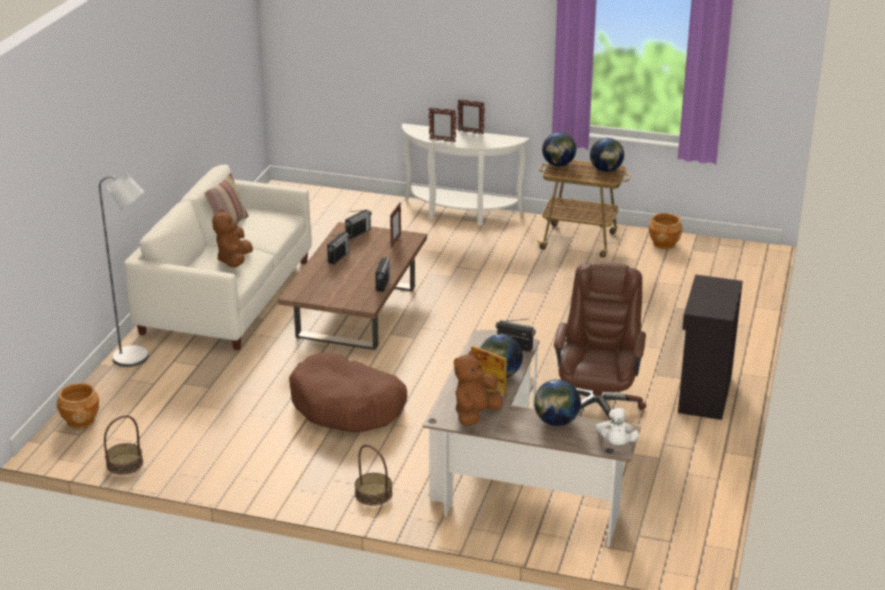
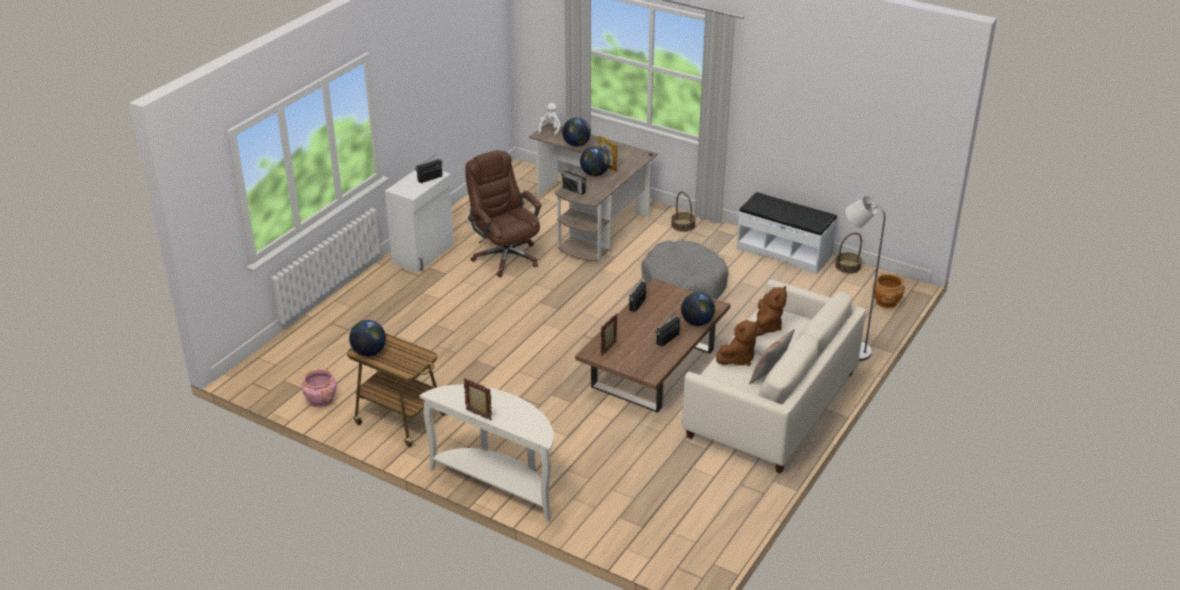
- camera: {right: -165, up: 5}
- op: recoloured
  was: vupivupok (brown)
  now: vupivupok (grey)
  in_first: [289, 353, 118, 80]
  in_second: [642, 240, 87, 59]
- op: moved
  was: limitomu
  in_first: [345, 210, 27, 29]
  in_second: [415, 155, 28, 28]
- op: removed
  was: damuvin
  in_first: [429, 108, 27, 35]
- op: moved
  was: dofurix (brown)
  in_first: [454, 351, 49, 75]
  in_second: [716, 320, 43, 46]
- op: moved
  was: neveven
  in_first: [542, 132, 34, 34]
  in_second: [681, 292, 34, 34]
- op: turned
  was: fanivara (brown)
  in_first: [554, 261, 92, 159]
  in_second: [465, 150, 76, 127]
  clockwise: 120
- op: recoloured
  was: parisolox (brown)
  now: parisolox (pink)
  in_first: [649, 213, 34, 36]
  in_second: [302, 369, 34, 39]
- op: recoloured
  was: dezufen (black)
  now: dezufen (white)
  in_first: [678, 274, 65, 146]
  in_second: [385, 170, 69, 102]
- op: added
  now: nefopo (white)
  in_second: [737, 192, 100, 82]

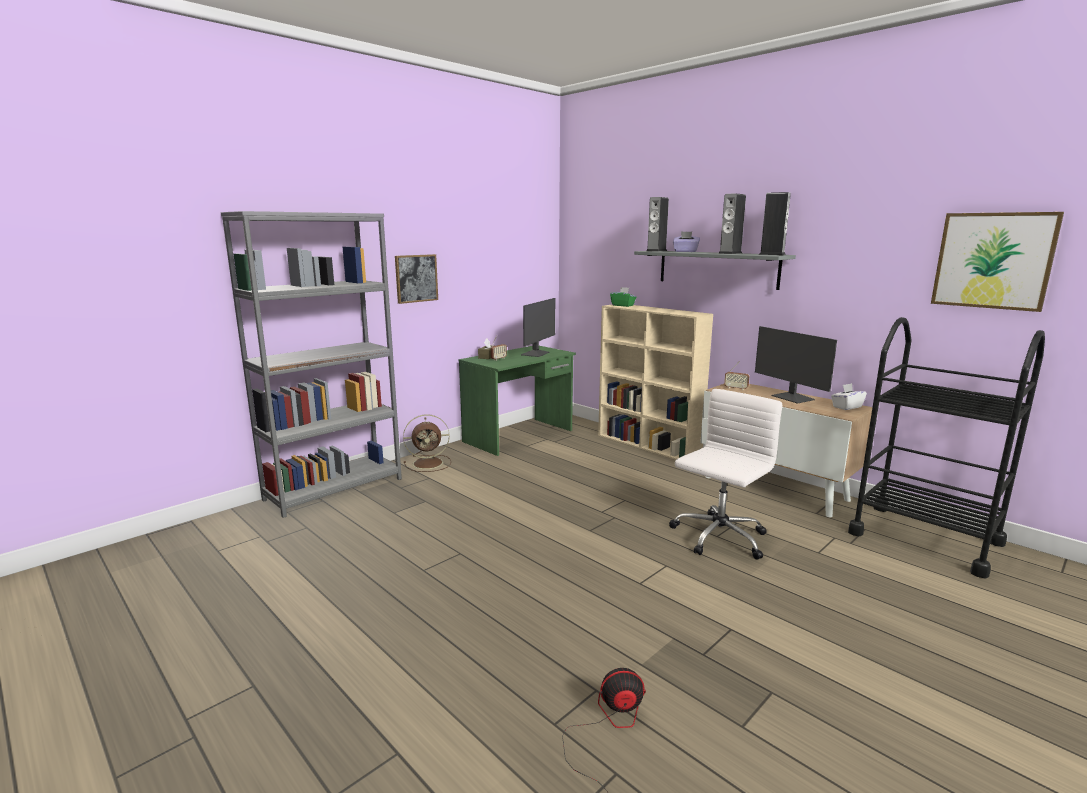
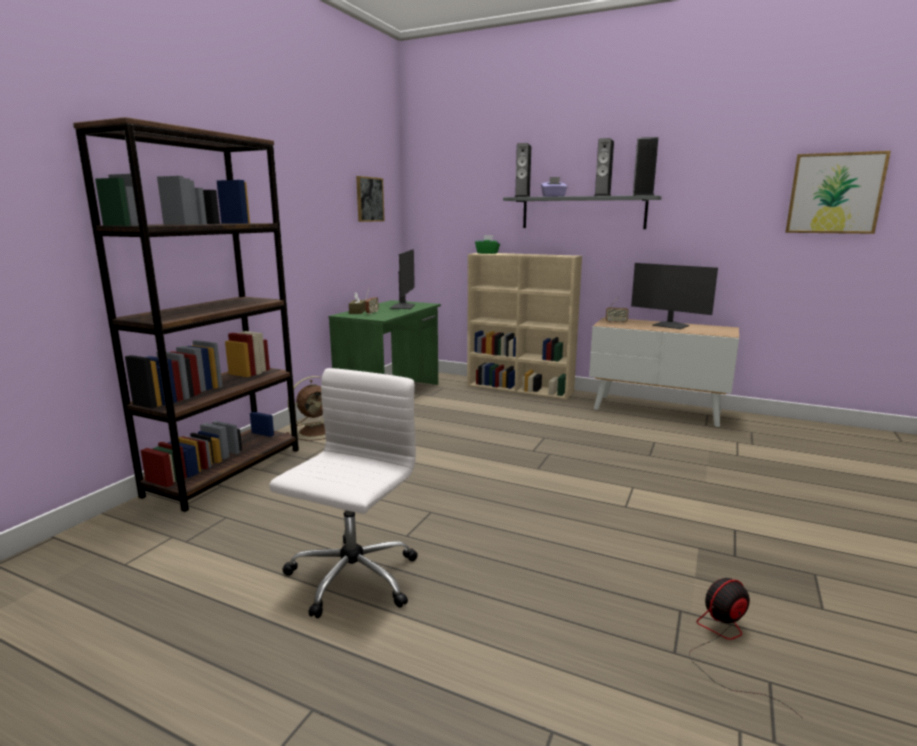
- camera: {right: -20, up: 0}
- op: recoloured
  was: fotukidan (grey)
  now: fotukidan (brown)
  in_first: [221, 211, 181, 307]
  in_second: [73, 117, 226, 395]
- op: moved
  was: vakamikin
  in_first: [395, 254, 43, 50]
  in_second: [356, 176, 29, 46]
- op: moved
  was: fanivara (white)
  in_first: [669, 389, 113, 171]
  in_second: [269, 368, 149, 250]
- op: removed
  was: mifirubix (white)
  in_first: [831, 383, 36, 27]
- op: removed
  was: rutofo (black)
  in_first: [848, 317, 197, 262]

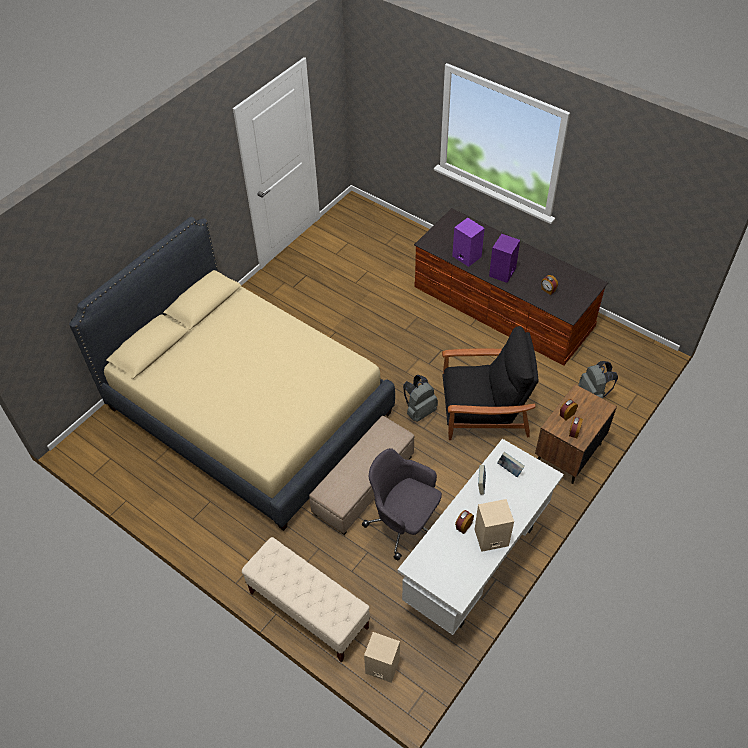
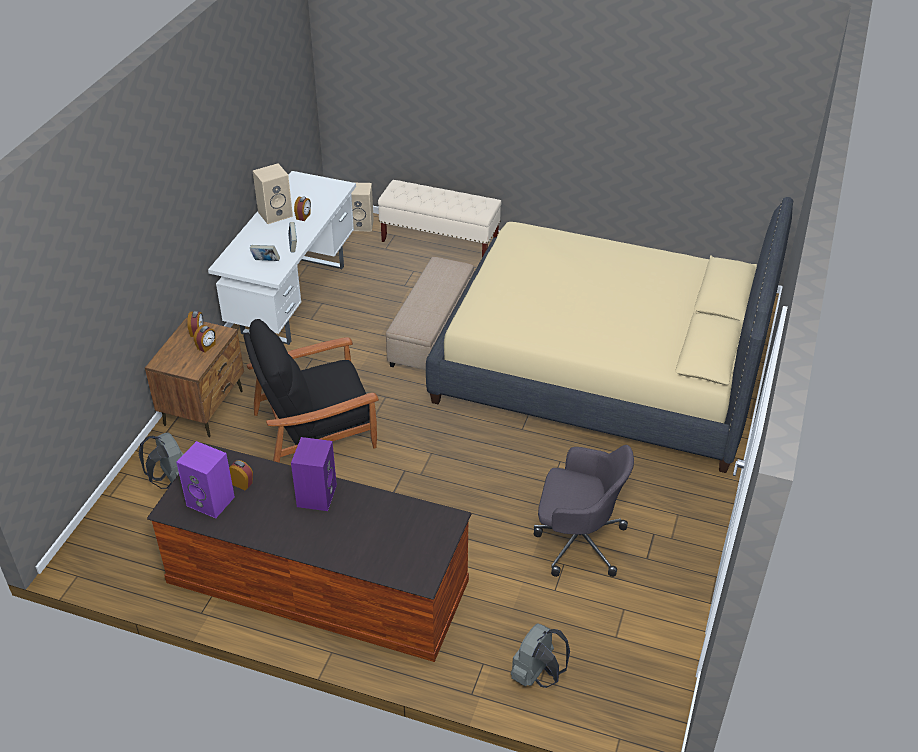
- camera: {right: 160, up: -10}
- op: moved
  was: fanivara (grey)
  in_first: [362, 448, 80, 112]
  in_second: [534, 445, 100, 132]
- op: moved
  was: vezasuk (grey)
  in_first: [403, 375, 35, 47]
  in_second: [511, 624, 59, 64]
- op: moved
  was: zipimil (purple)
  in_first: [452, 218, 33, 49]
  in_second: [176, 441, 59, 77]

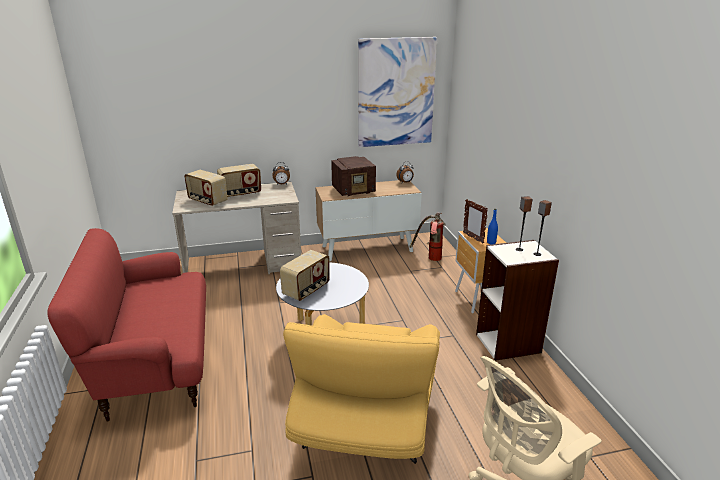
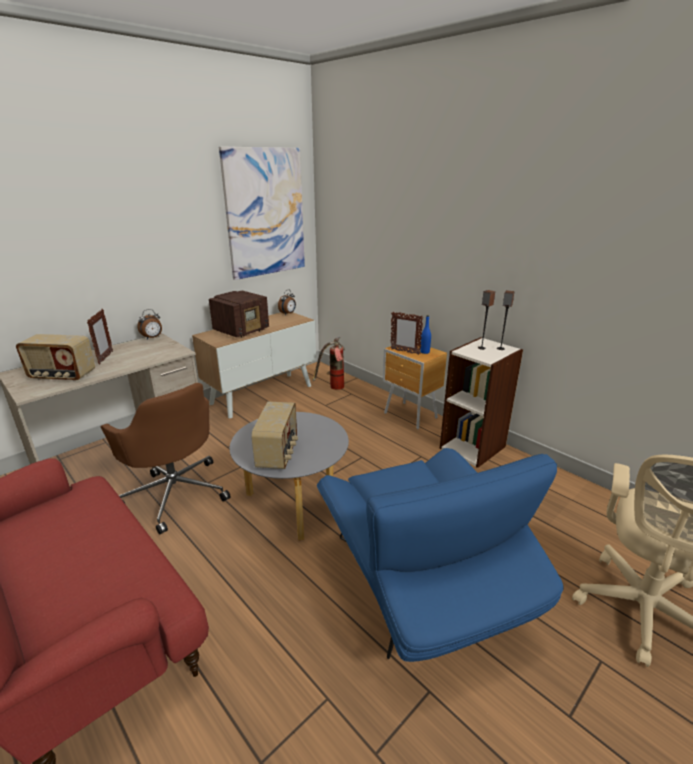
- camera: {right: -30, up: 0}
- op: replaced
  was: limitomu
  now: damuvin
  in_first: [217, 164, 44, 34]
  in_second: [87, 309, 26, 55]
- op: recoloured
  was: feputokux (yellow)
  now: feputokux (blue)
  in_first: [283, 314, 157, 150]
  in_second: [317, 448, 247, 214]
- op: added
  now: fanivara (brown)
  in_second: [100, 383, 131, 152]

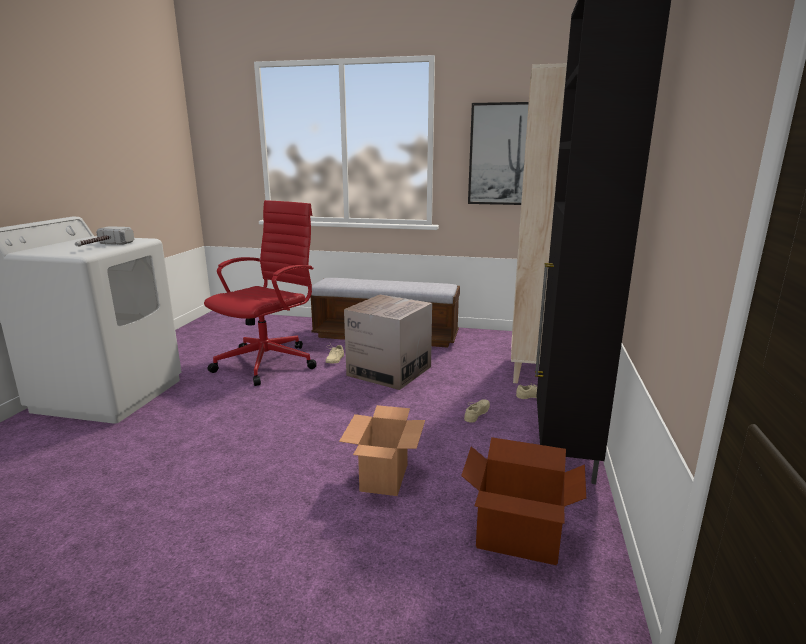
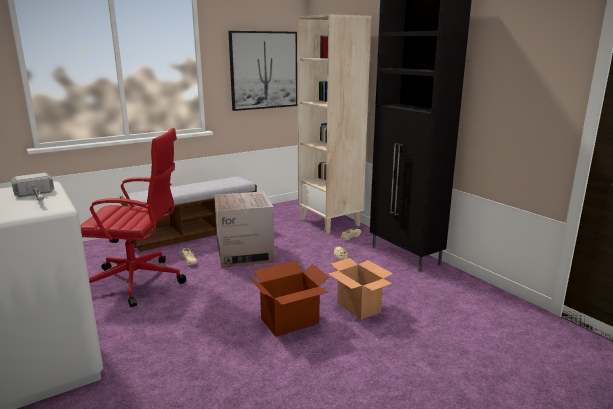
- camera: {right: -45, up: 0}
- op: turned
  was: fanivara (red)
  in_first: [204, 200, 113, 186]
  in_second: [80, 128, 106, 179]
  clockwise: 105
- op: moved
  was: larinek
  in_first: [461, 437, 125, 128]
  in_second: [250, 261, 79, 76]

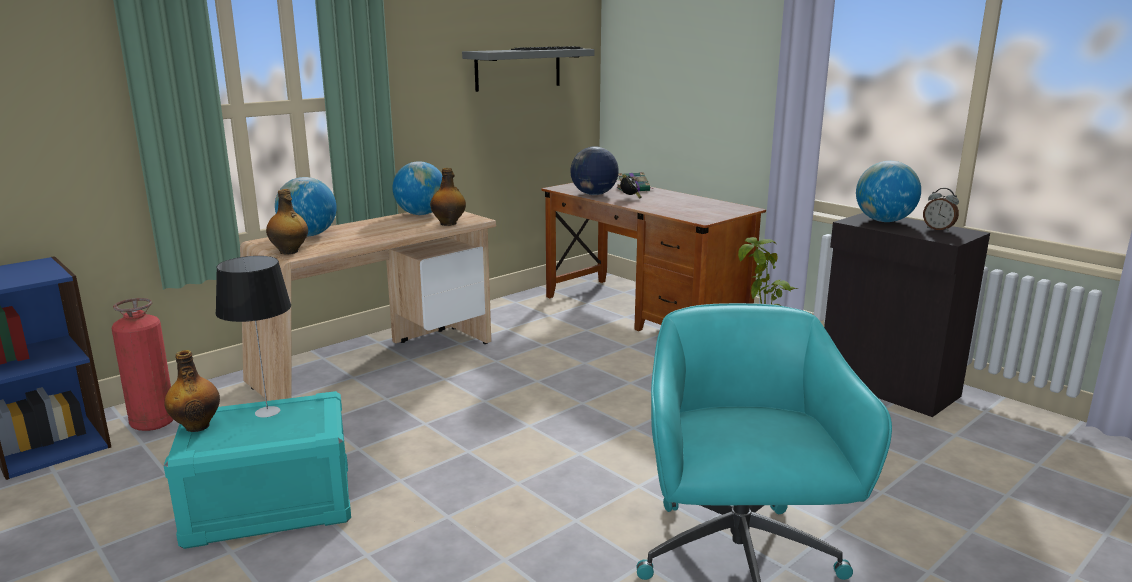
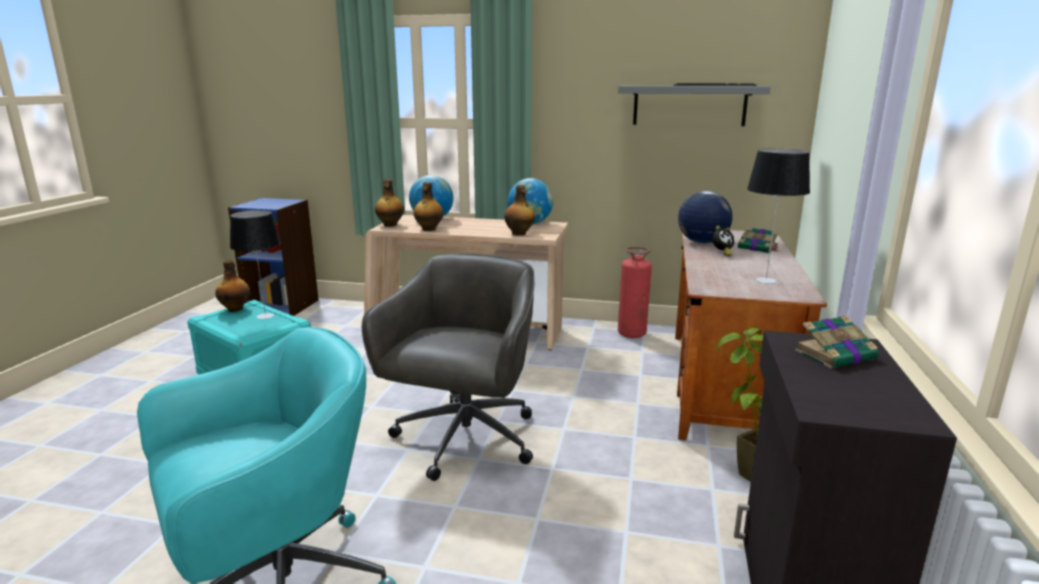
- camera: {right: 55, up: 0}
- op: moved
  was: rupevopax
  in_first: [111, 298, 63, 133]
  in_second: [618, 247, 34, 91]
- op: replaced
  was: neveven
  now: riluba
  in_first: [856, 161, 65, 61]
  in_second: [795, 315, 84, 53]
- op: removed
  was: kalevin
  in_first: [923, 188, 36, 44]
- op: added
  now: fanivara (grey)
  in_second: [362, 253, 172, 228]
- op: added
  now: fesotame
  in_second: [414, 182, 29, 49]
- op: added
  now: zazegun
  in_second: [747, 148, 63, 136]

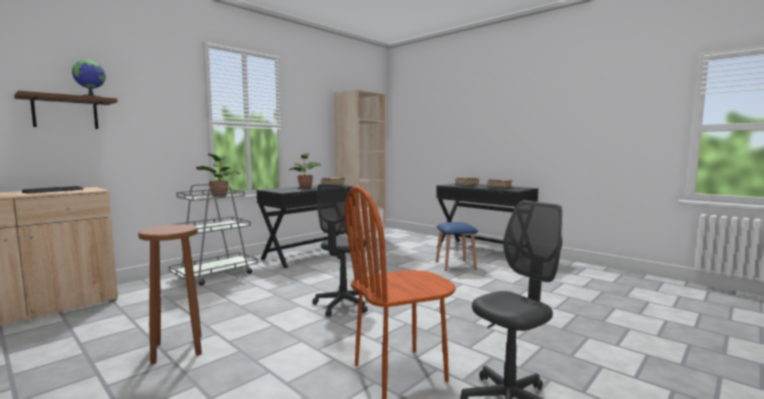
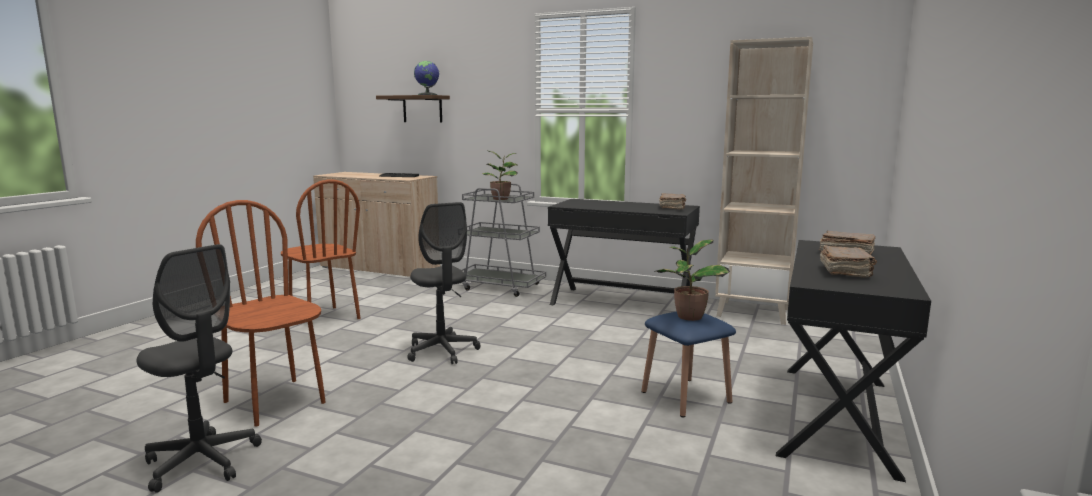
- camera: {right: 70, up: 5}
- op: replaced
  was: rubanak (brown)
  now: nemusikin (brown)
  in_first: [138, 224, 64, 140]
  in_second: [281, 179, 80, 140]
- op: moved
  was: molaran
  in_first: [289, 153, 32, 35]
  in_second: [656, 240, 74, 81]
- op: turned
  was: fanivara (grey)
  in_first: [312, 184, 56, 133]
  in_second: [407, 202, 74, 162]
  clockwise: -120

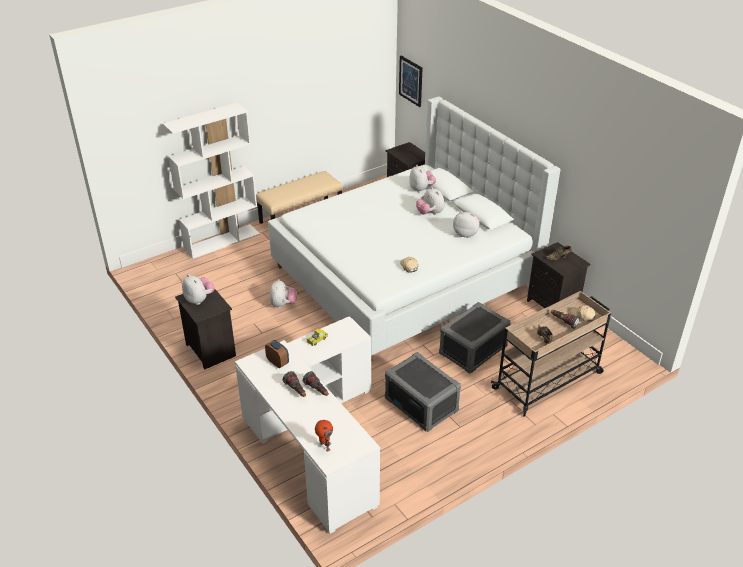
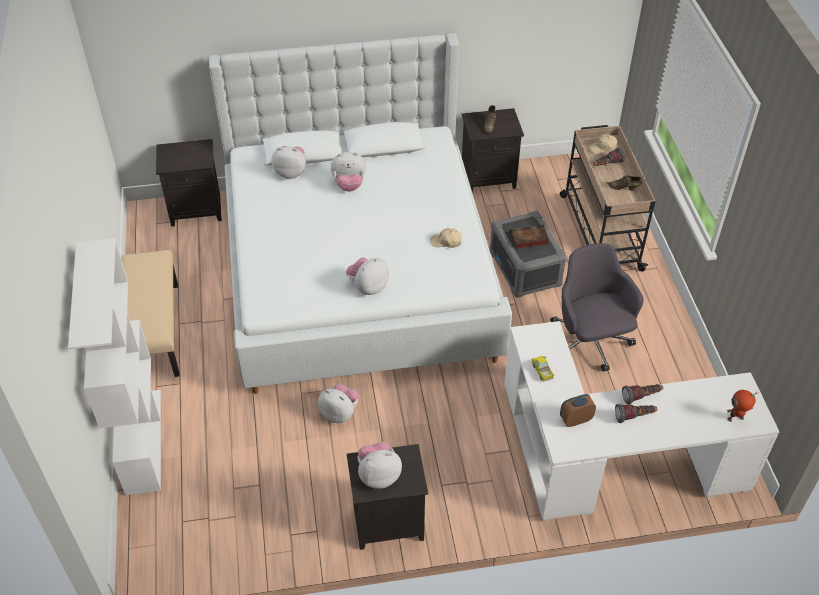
- camera: {right: -65, up: 10}
- op: replaced
  was: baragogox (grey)
  now: fanivara (grey)
  in_first: [385, 352, 76, 80]
  in_second: [550, 243, 94, 129]
- op: removed
  was: vakamikin
  in_first: [399, 56, 24, 51]
- op: moved
  was: dofurix
  in_first: [453, 212, 27, 26]
  in_second: [346, 257, 43, 38]
- op: added
  now: riluba
  in_second: [510, 225, 39, 24]

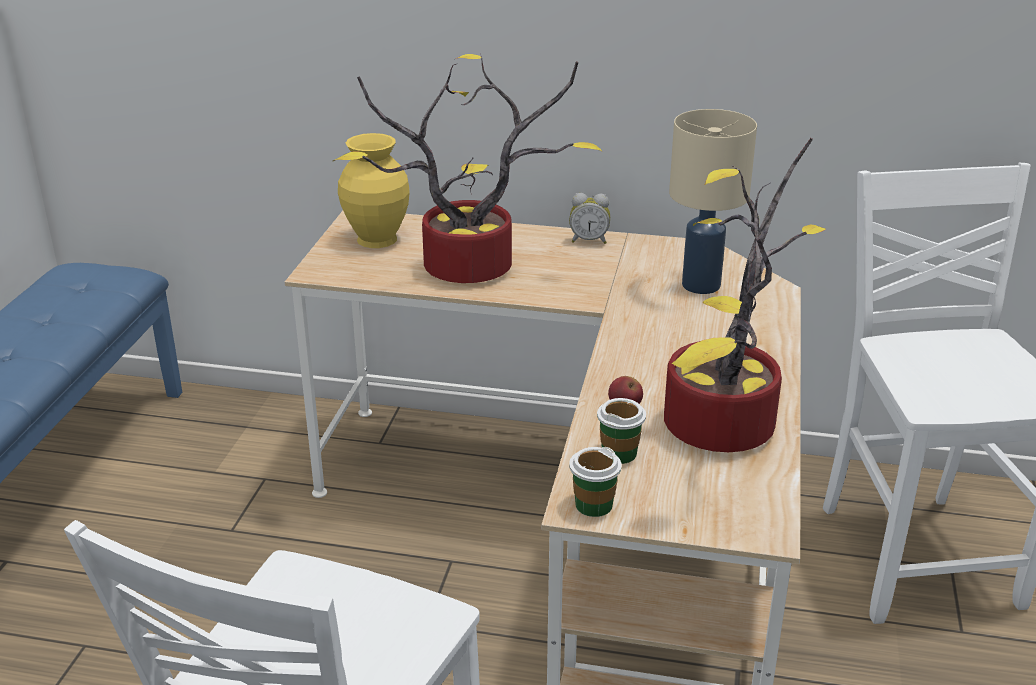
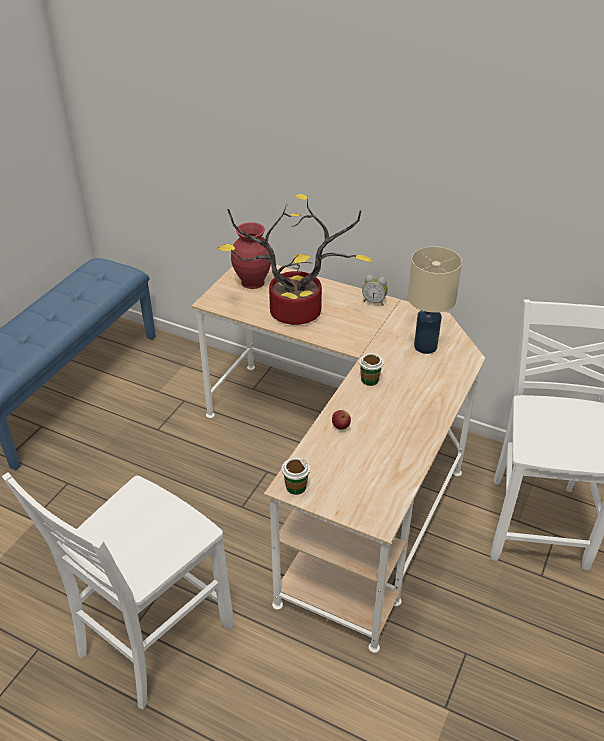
- camera: {right: 15, up: 10}
- op: recoloured
  was: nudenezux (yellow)
  now: nudenezux (red)
  in_first: [338, 133, 72, 115]
  in_second: [231, 222, 40, 67]
- op: moved
  was: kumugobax
  in_first: [597, 398, 49, 66]
  in_second: [359, 353, 25, 33]
- op: removed
  was: molaran
  in_first: [664, 138, 162, 314]

